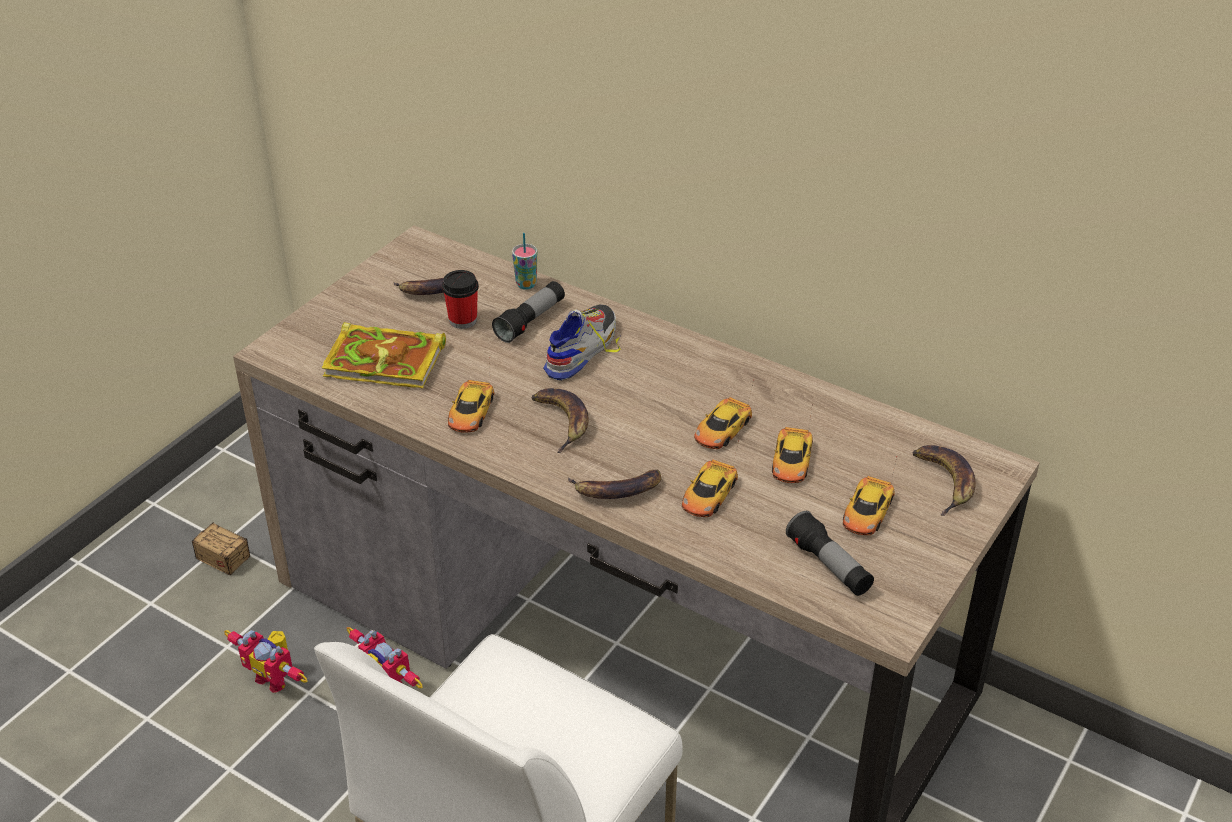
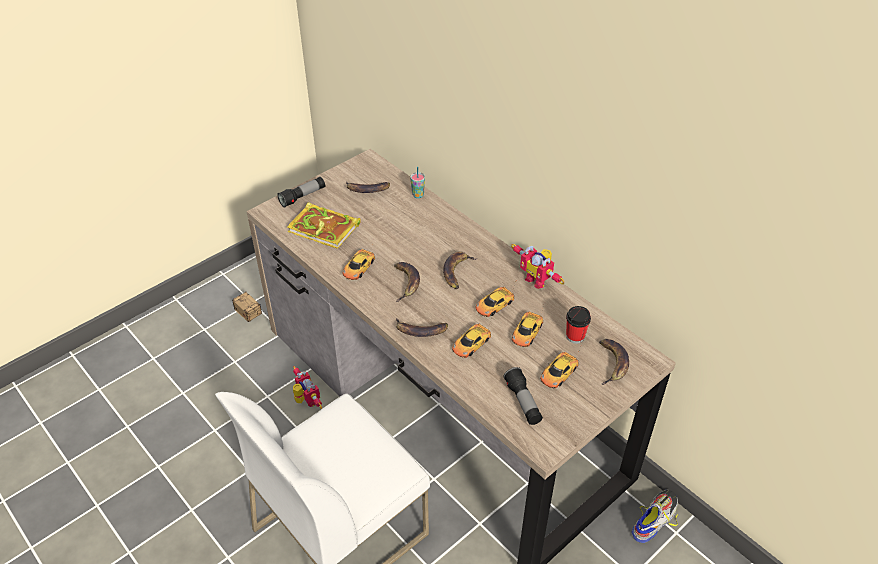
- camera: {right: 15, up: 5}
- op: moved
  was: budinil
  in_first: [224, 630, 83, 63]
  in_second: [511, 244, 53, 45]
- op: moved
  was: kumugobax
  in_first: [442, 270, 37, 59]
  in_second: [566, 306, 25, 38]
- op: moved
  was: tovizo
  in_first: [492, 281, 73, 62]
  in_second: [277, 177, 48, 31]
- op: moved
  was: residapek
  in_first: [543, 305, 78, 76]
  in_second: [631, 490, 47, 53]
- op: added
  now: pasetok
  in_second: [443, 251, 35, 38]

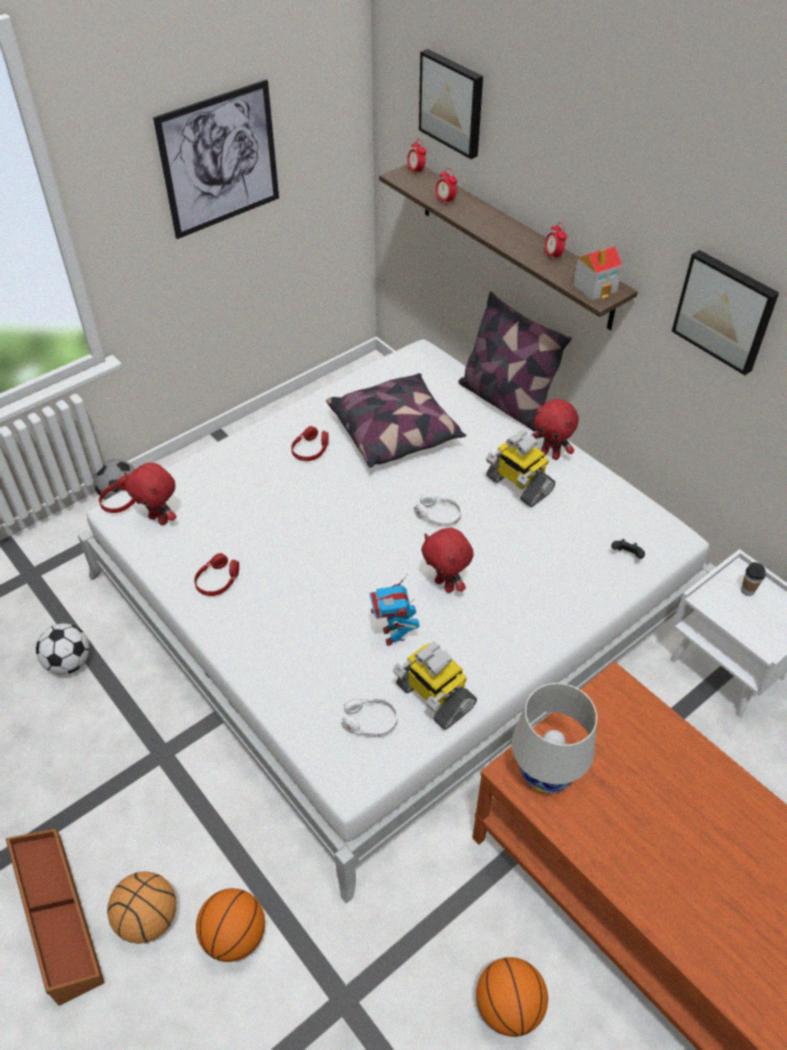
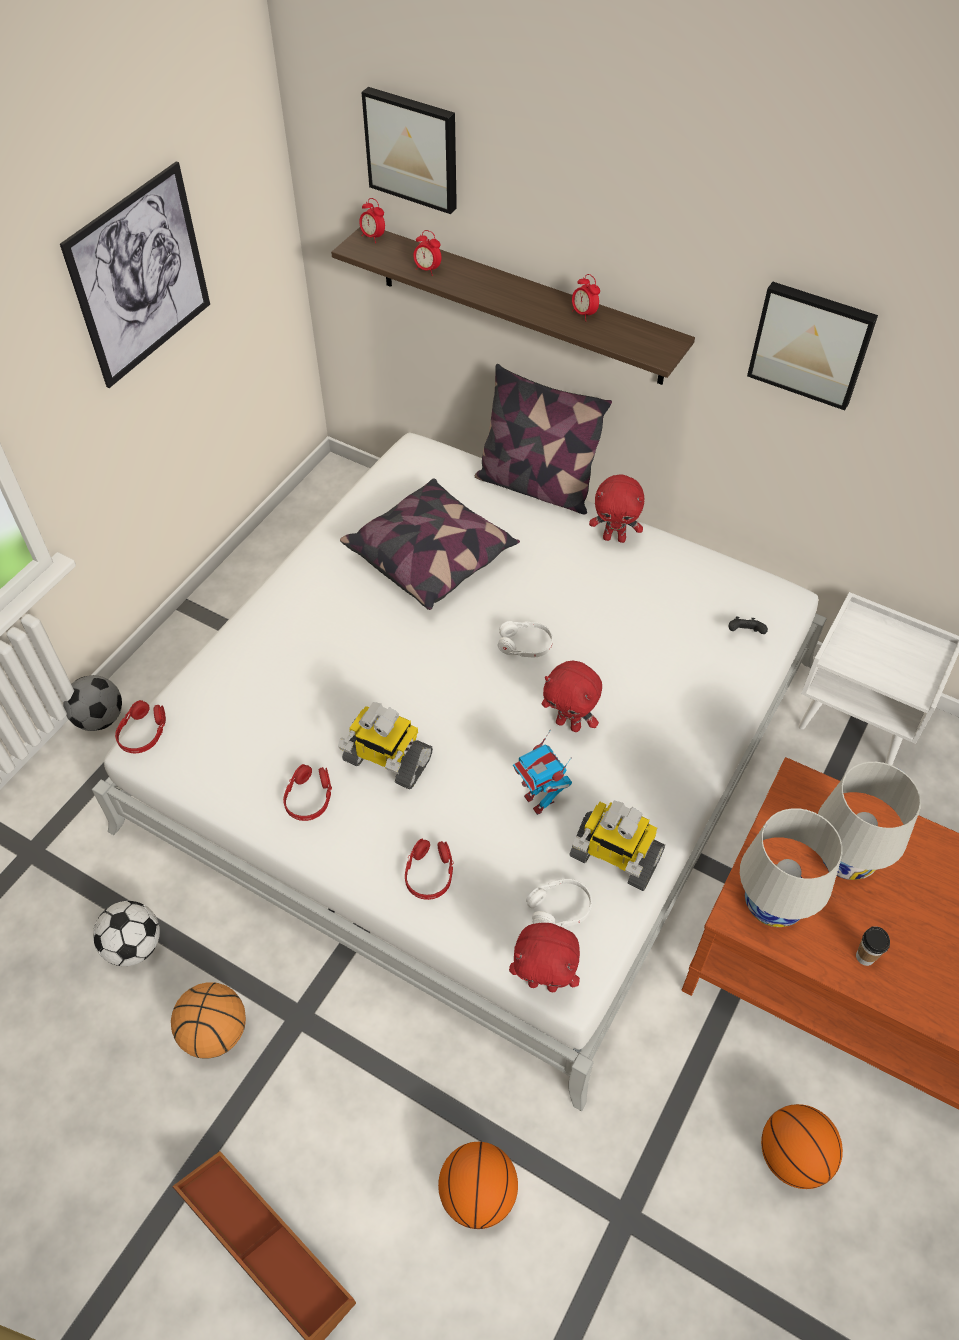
- camera: {right: -20, up: 5}
- op: moved
  was: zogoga
  in_first: [107, 871, 69, 73]
  in_second: [171, 982, 75, 77]
- op: moved
  was: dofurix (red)
  in_first: [124, 463, 53, 62]
  in_second: [509, 923, 71, 69]
- op: moved
  was: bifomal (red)
  in_first: [291, 426, 38, 35]
  in_second: [405, 839, 48, 61]
- op: moved
  was: budinil
  in_first: [486, 430, 69, 77]
  in_second: [338, 702, 95, 88]
- op: removed
  was: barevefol
  in_first: [573, 246, 49, 55]
- op: moved
  was: kumugobax
  in_first: [741, 562, 25, 34]
  in_second: [856, 926, 34, 40]
- op: added
  now: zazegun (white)
  in_second: [818, 762, 103, 118]

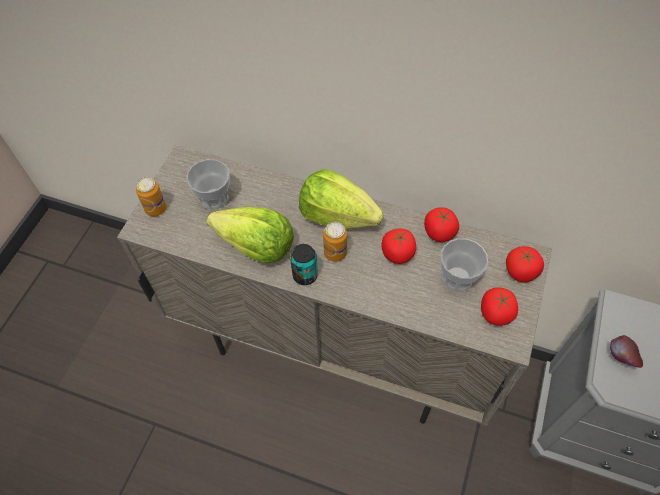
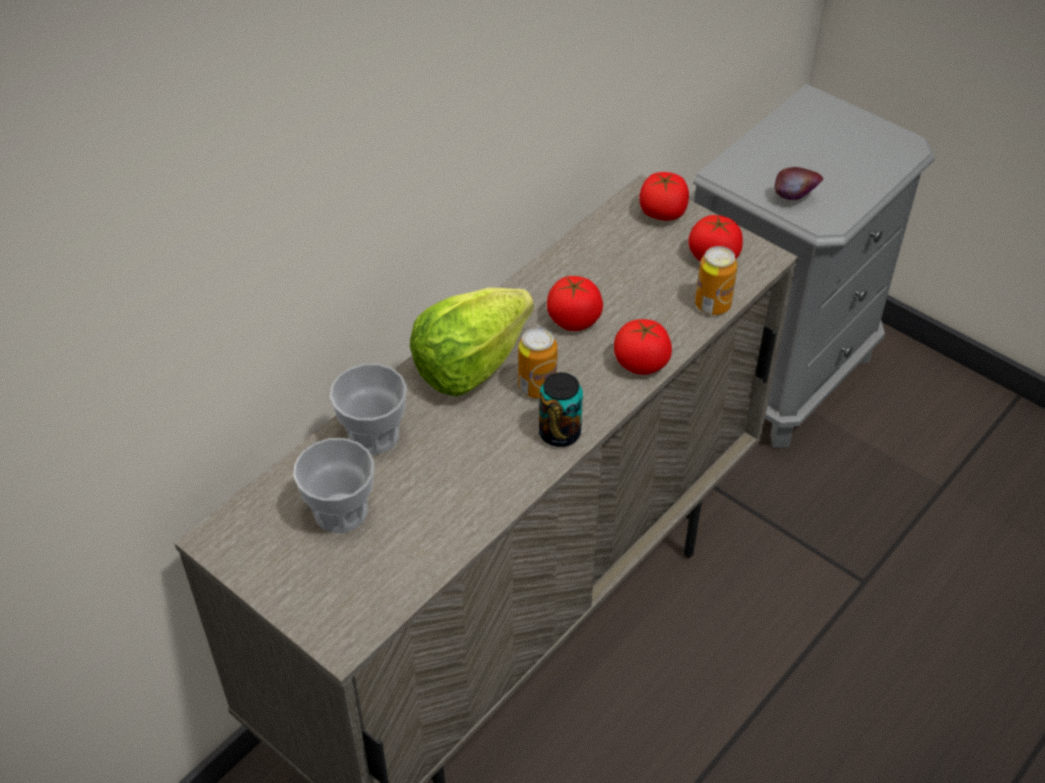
- camera: {right: -70, up: -10}
- op: moved
  was: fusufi
  in_first: [136, 177, 31, 40]
  in_second: [695, 246, 42, 69]
- op: removed
  was: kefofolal
  in_first: [207, 207, 87, 56]
- op: moved
  was: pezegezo
  in_first: [424, 207, 35, 35]
  in_second: [614, 319, 58, 56]
- op: moved
  was: kumugobax
  in_first: [440, 238, 48, 54]
  in_second: [330, 364, 77, 91]

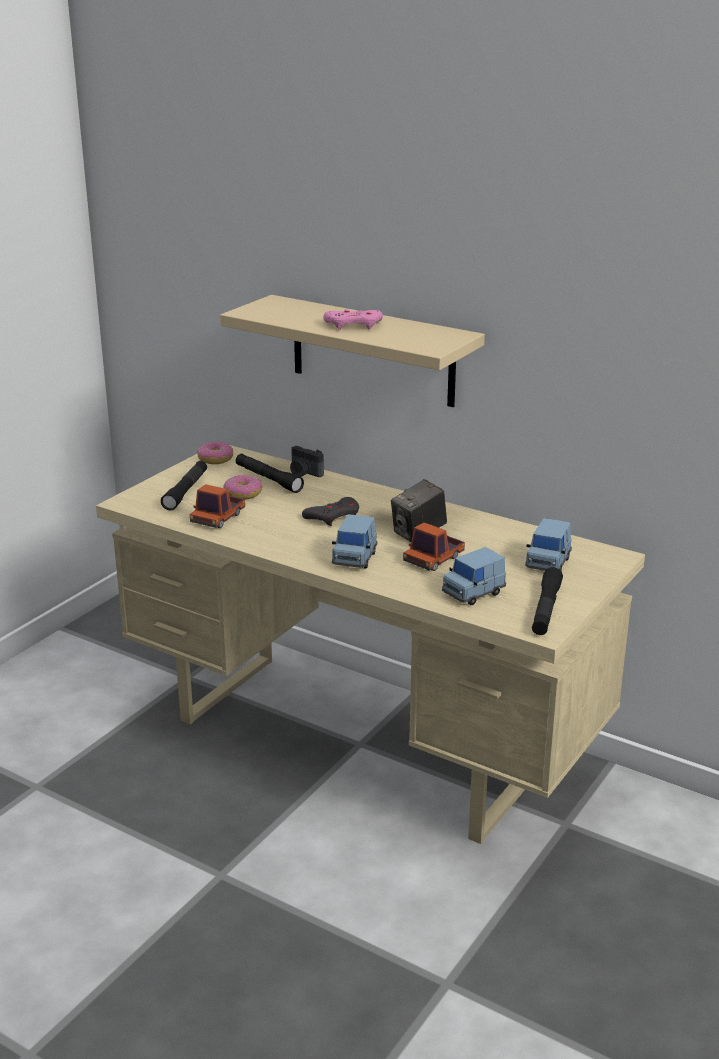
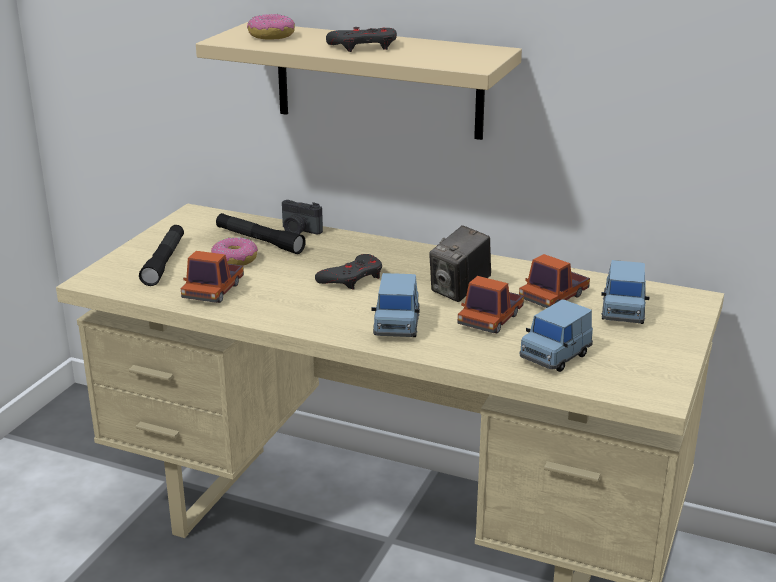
- camera: {right: -10, up: 0}
- op: moved
  was: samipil
  in_first: [197, 442, 36, 22]
  in_second: [247, 14, 48, 26]
- op: recoloured
  was: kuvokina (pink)
  now: kuvokina (grey)
  in_first: [323, 309, 60, 21]
  in_second: [326, 27, 71, 25]
- op: removed
  was: tovizo (black)
  in_first: [532, 567, 31, 68]
- op: added
  now: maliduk
  in_second: [519, 254, 71, 54]

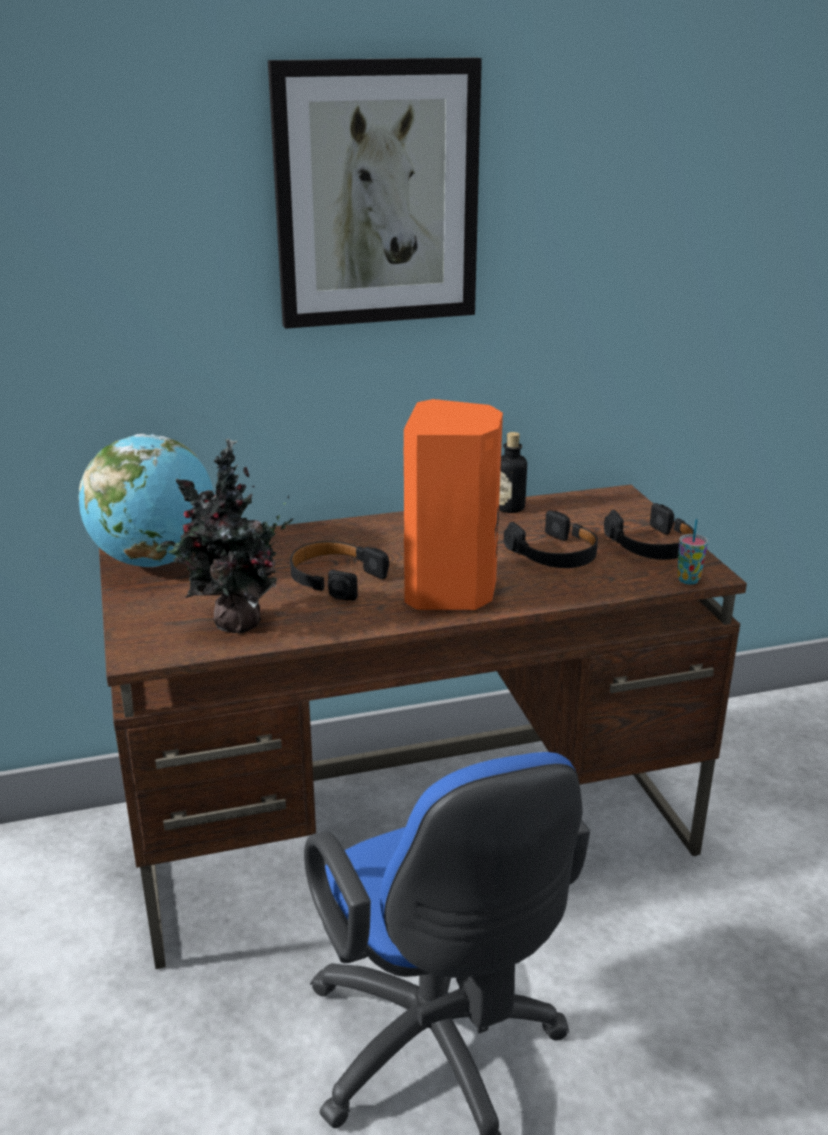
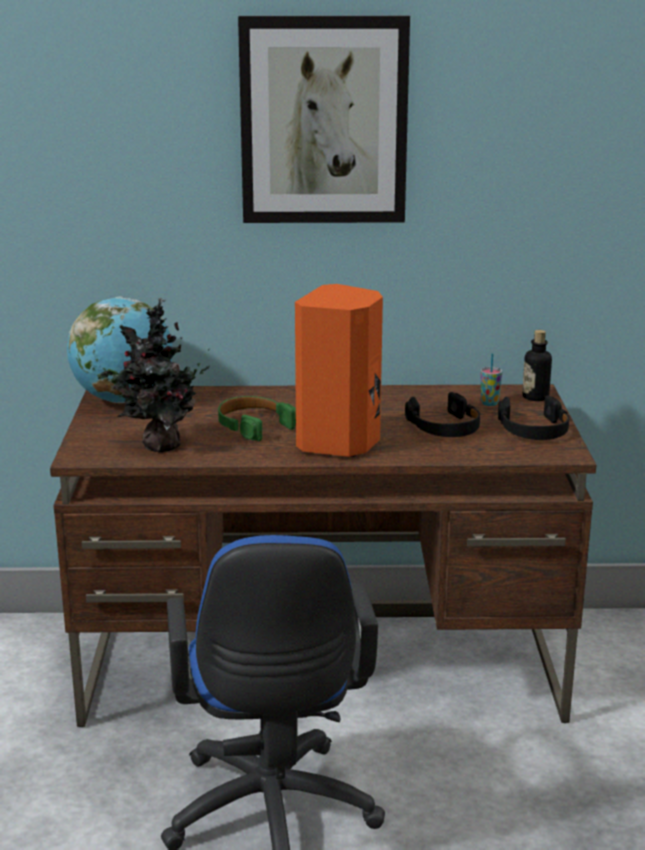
- camera: {right: 15, up: -5}
- op: recoloured
  was: bifomal (black)
  now: bifomal (green)
  in_first: [290, 541, 99, 60]
  in_second: [218, 396, 78, 45]
- op: moved
  was: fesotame
  in_first: [499, 432, 28, 81]
  in_second: [522, 330, 30, 71]
- op: moved
  was: kumugobax
  in_first: [677, 519, 31, 65]
  in_second: [481, 354, 21, 52]

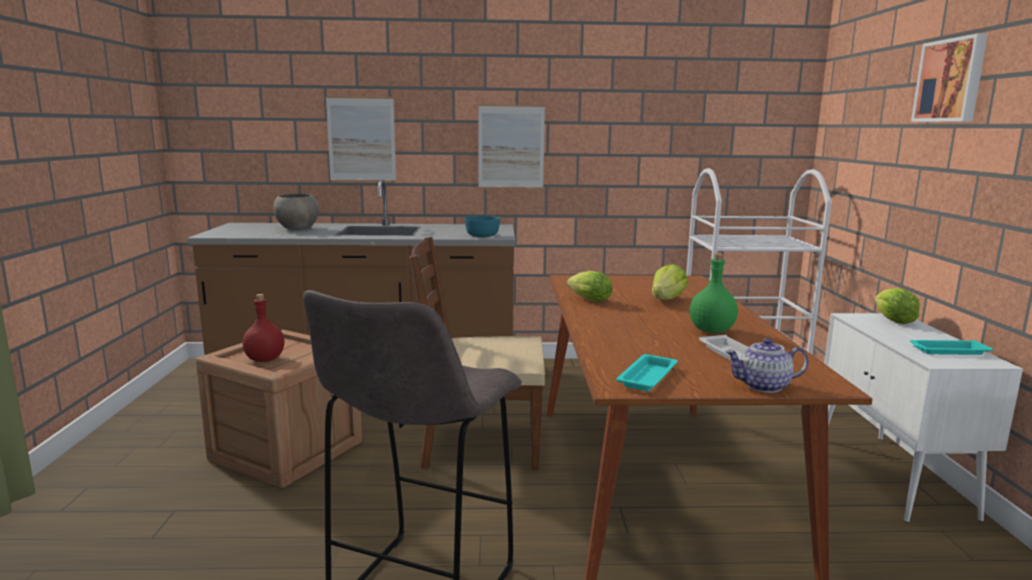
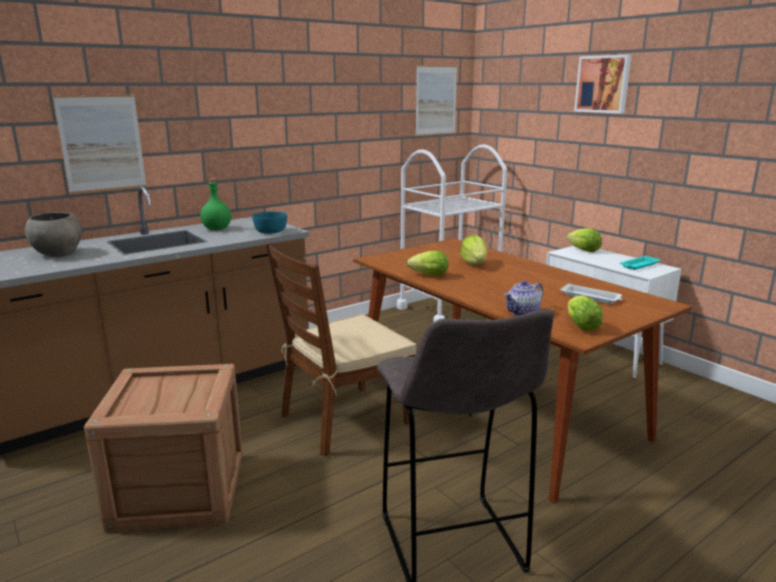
- camera: {right: -35, up: 5}
- op: removed
  was: fesotame (red)
  in_first: [242, 294, 42, 68]
- op: moved
  was: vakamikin
  in_first: [478, 104, 67, 85]
  in_second: [415, 65, 43, 71]
- op: replaced
  was: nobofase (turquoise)
  now: kefofolal
  in_first: [616, 354, 62, 37]
  in_second: [568, 295, 35, 36]
- op: moved
  was: fesotame (green)
  in_first: [690, 253, 48, 80]
  in_second: [200, 178, 31, 52]
- op: moved
  was: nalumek
  in_first: [725, 338, 84, 55]
  in_second: [504, 280, 39, 36]

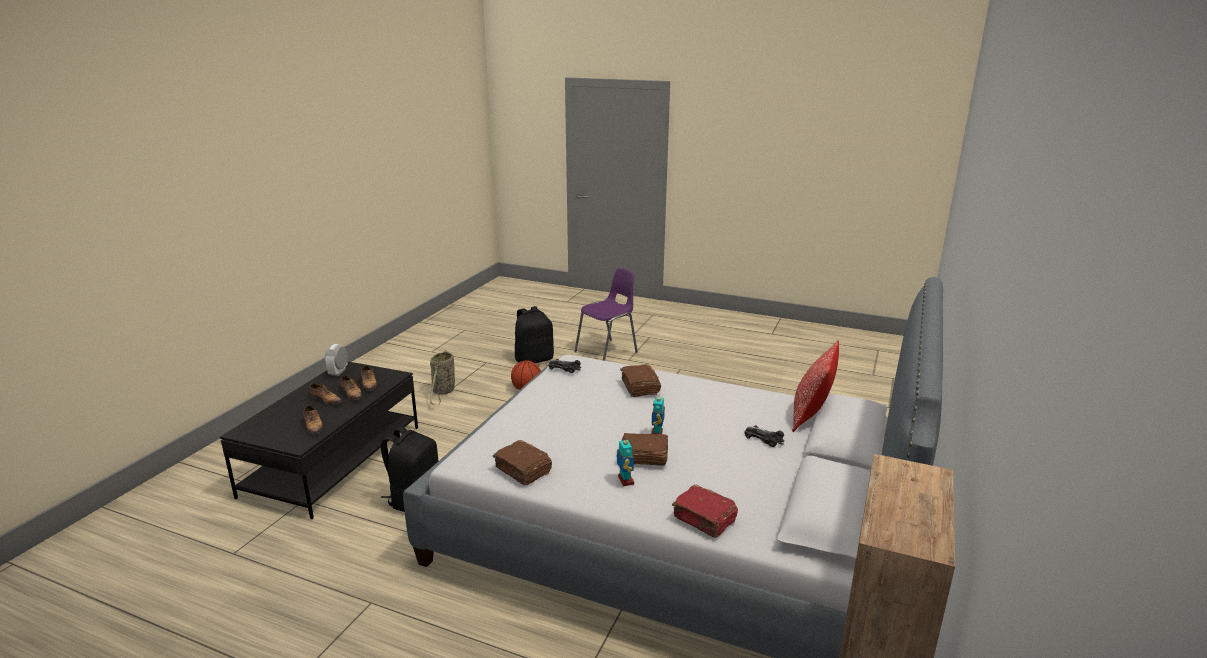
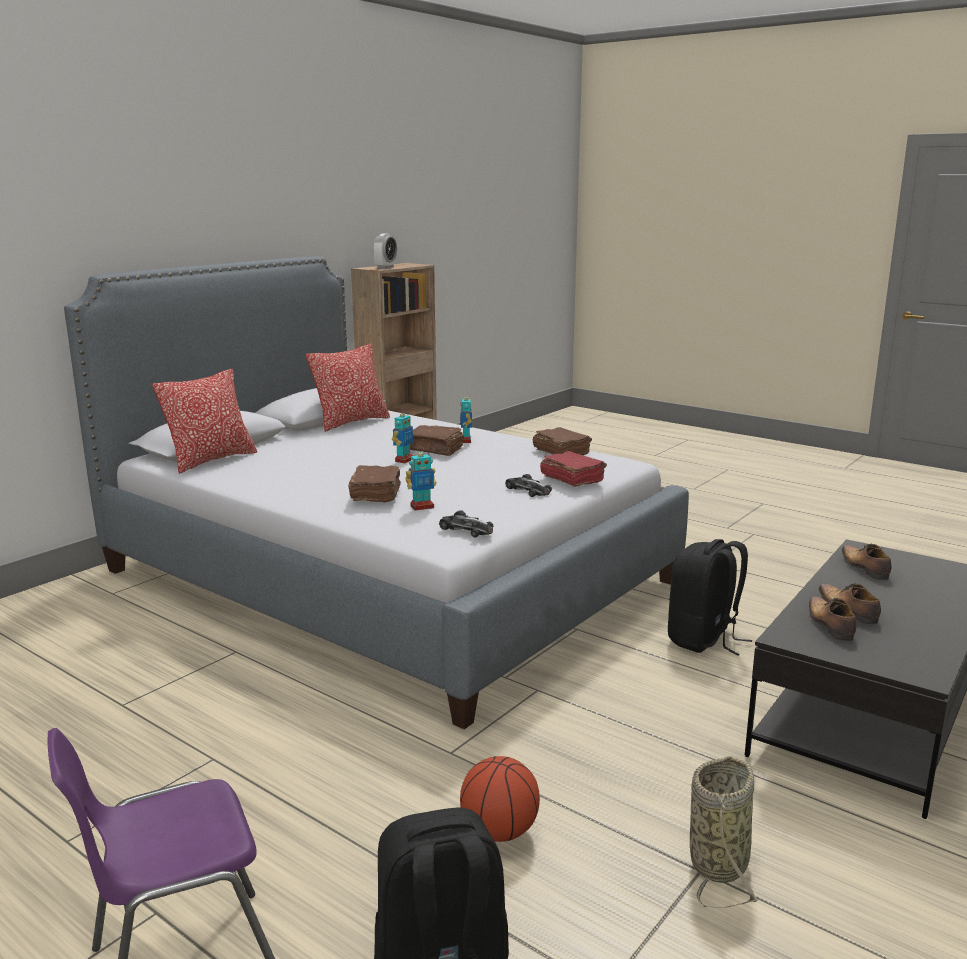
- camera: {right: -165, up: -5}
- op: removed
  was: residapek
  in_first: [310, 383, 32, 22]
- op: moved
  was: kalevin
  in_first: [325, 344, 23, 32]
  in_second: [373, 233, 24, 36]
- op: moved
  was: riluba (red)
  in_first: [672, 485, 66, 53]
  in_second: [540, 451, 67, 36]
- op: moved
  was: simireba
  in_first: [744, 425, 41, 22]
  in_second: [505, 474, 47, 23]
- op: added
  now: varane
  in_second: [306, 344, 84, 88]
- op: added
  now: budinil
  in_second: [406, 446, 31, 64]

